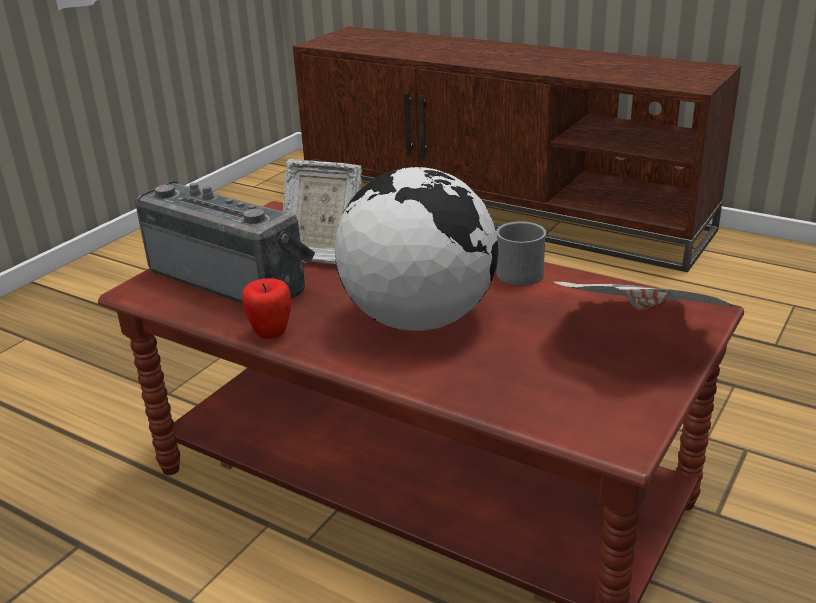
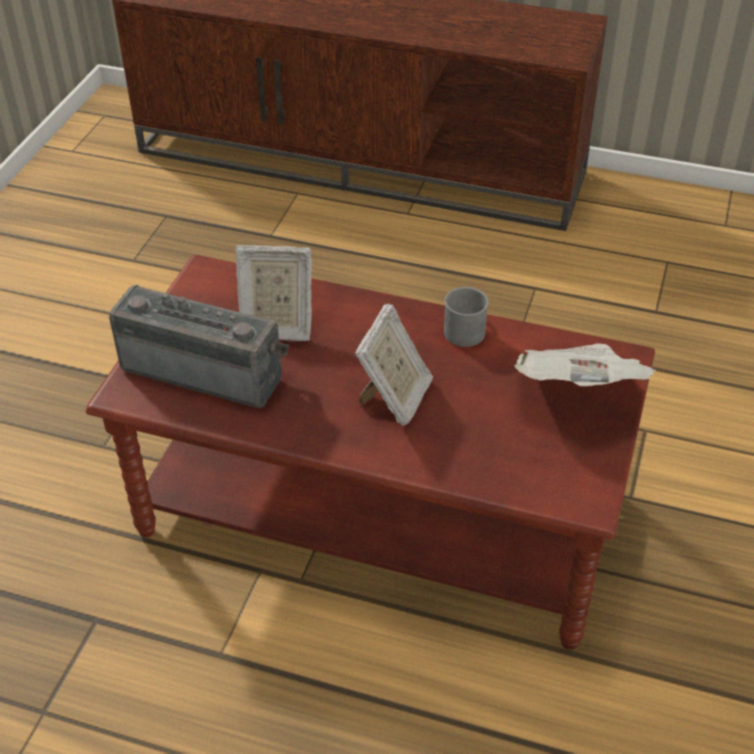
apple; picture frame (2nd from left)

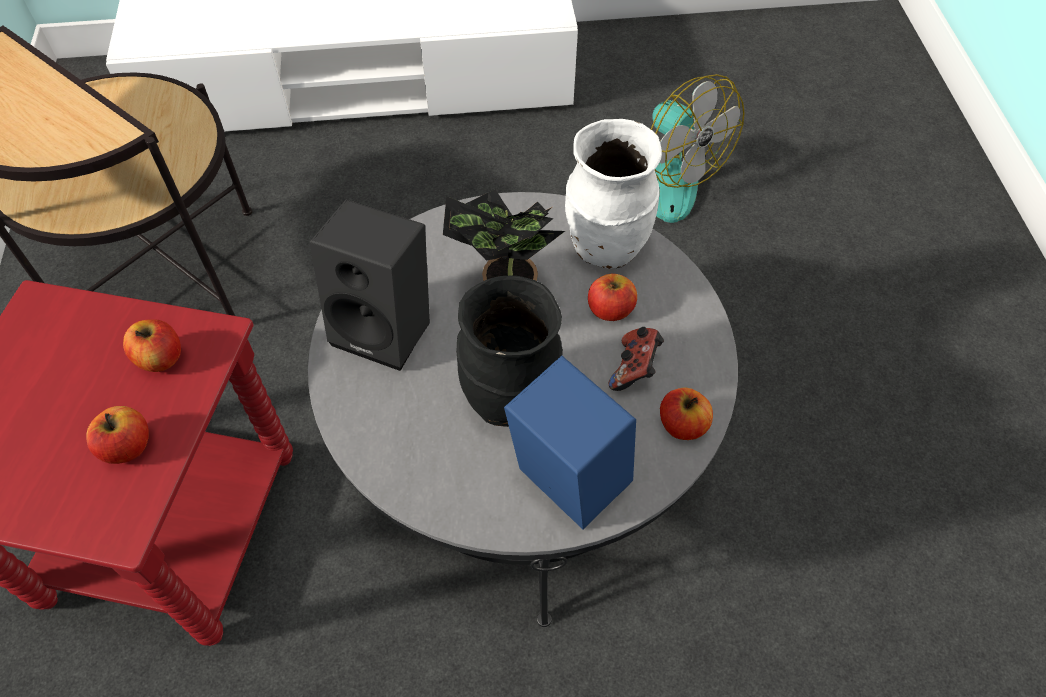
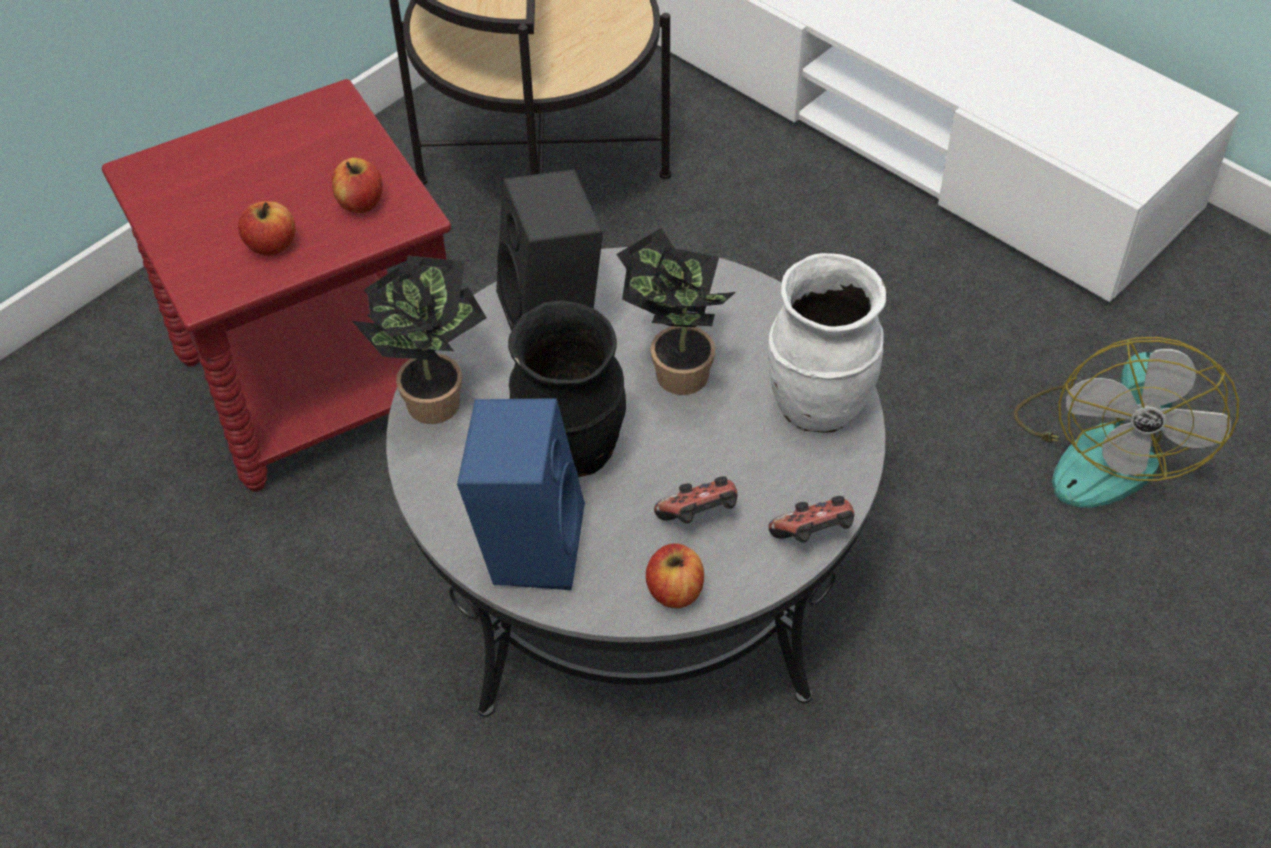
apple (3rd from left in the first image); potted plant (1st from left); game controller (2nd from left)

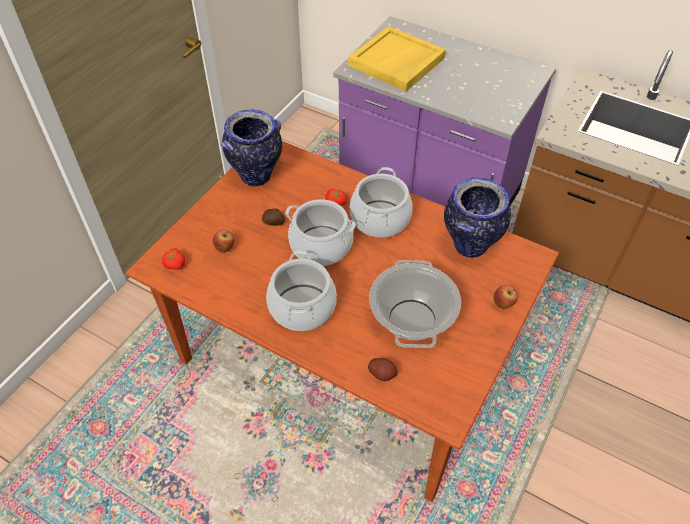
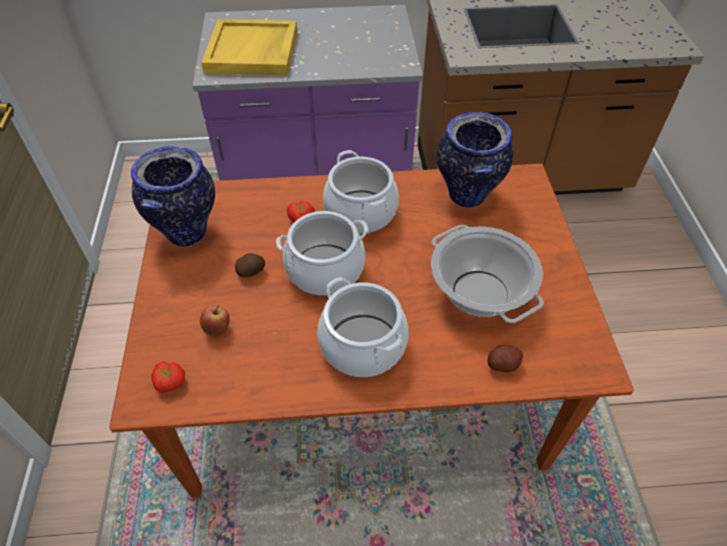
apple (2nd from left in the first image)

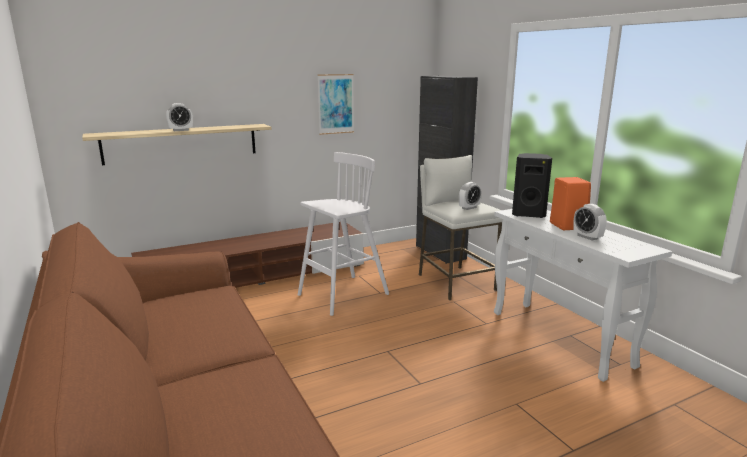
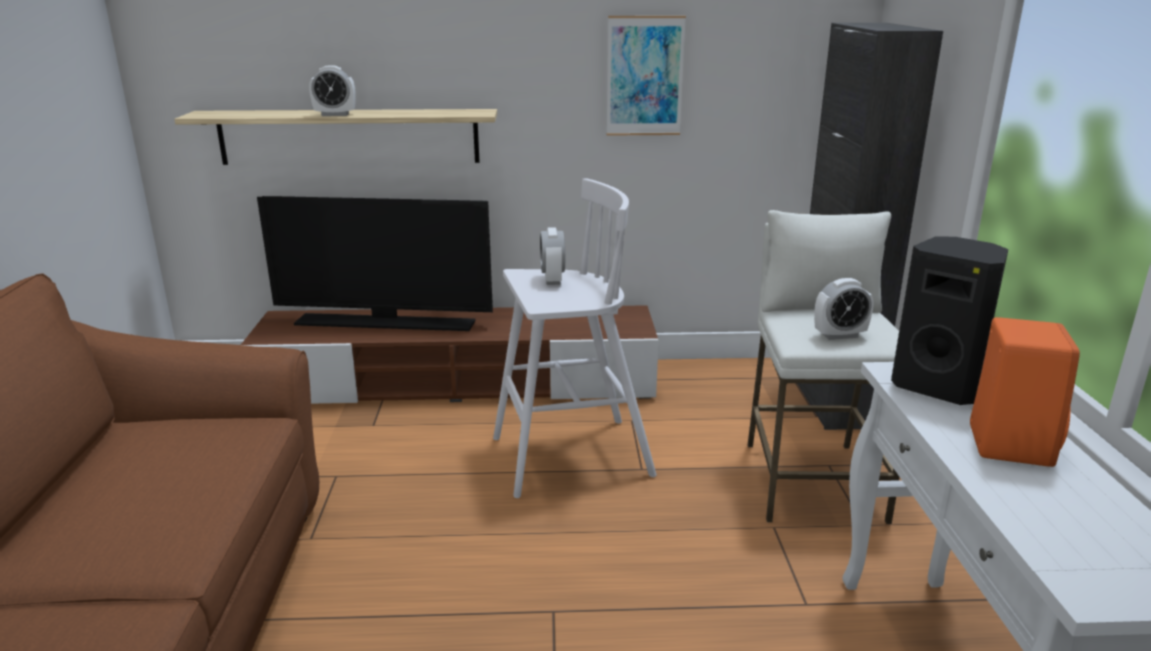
alarm clock (2nd from left); television

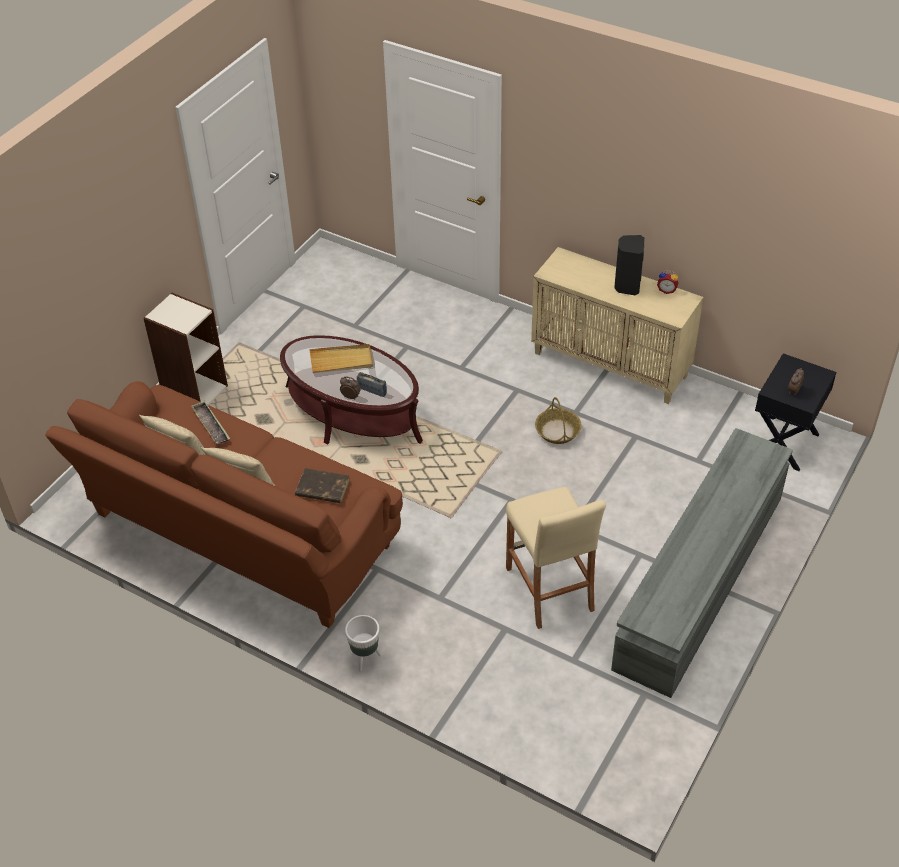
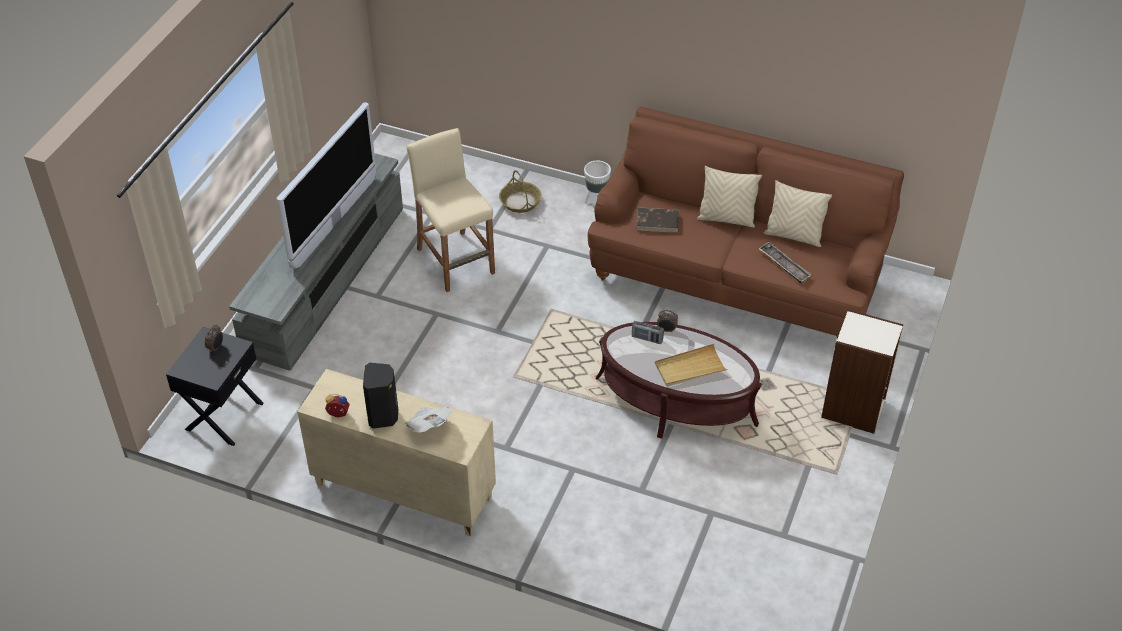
basket; television; newspaper

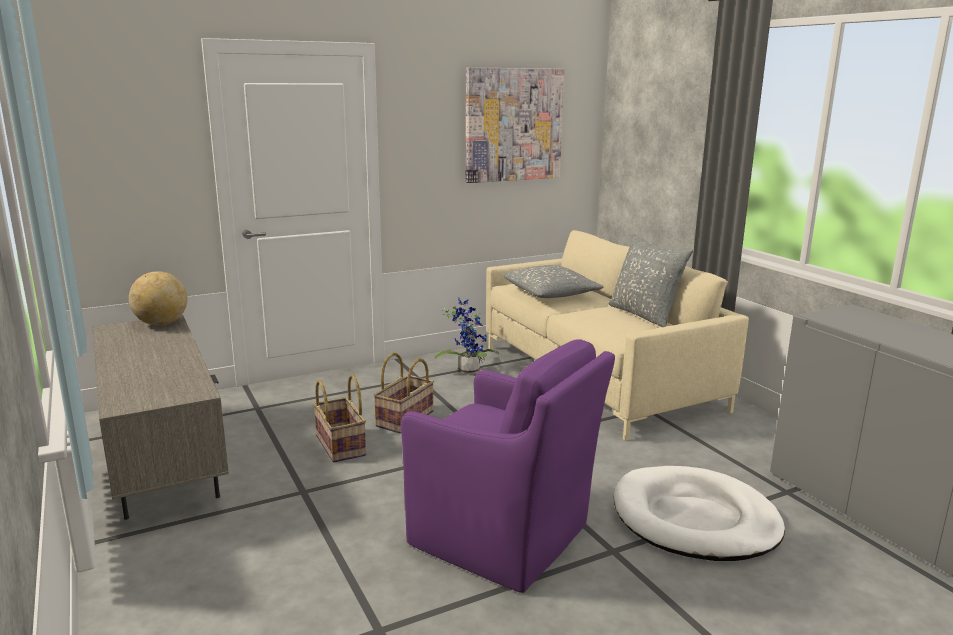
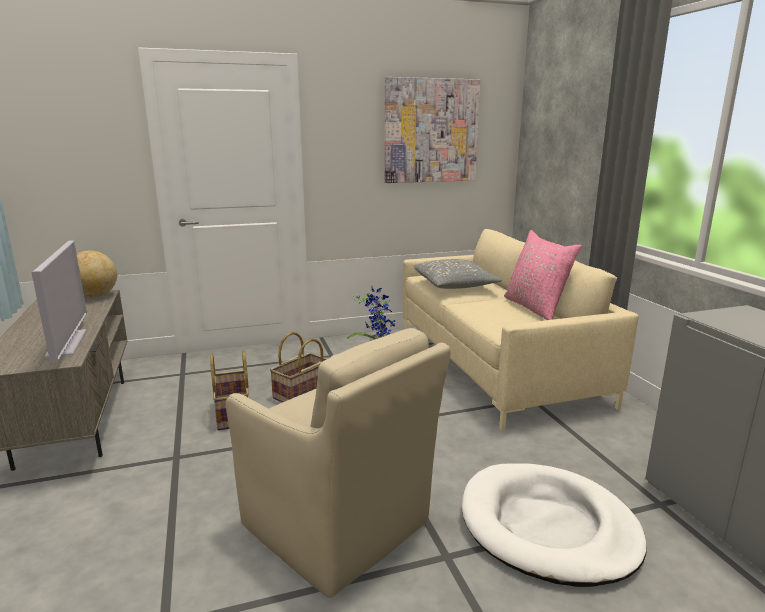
armchair in beige; pillow in pink; television

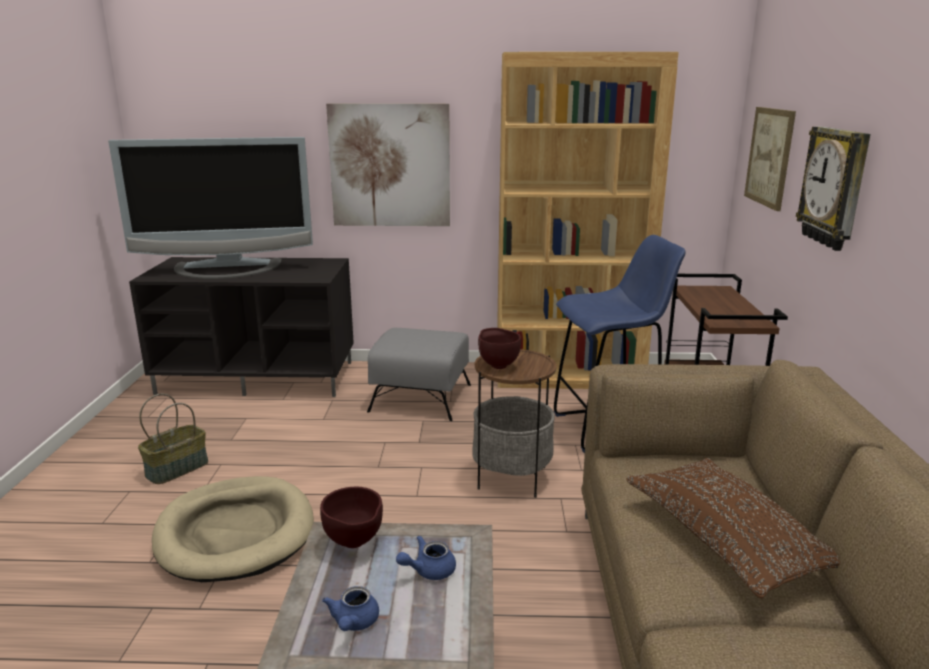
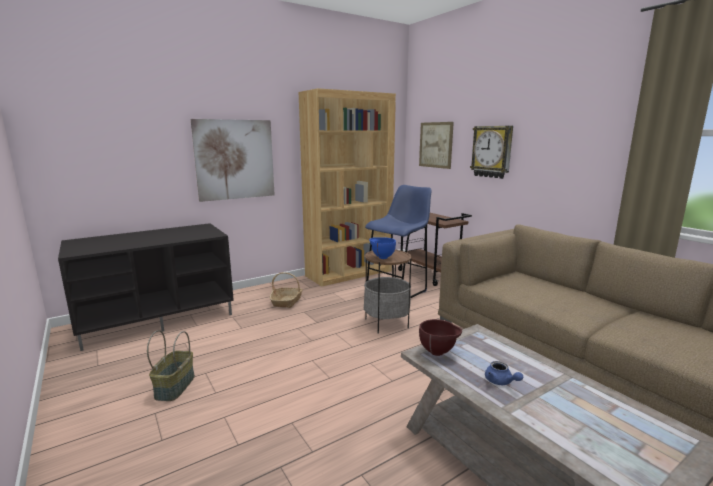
television; dog bed in beige; basket (2nd from left); teapot in blue (2nd from left in the first image); bowl in blue; pillow in brown

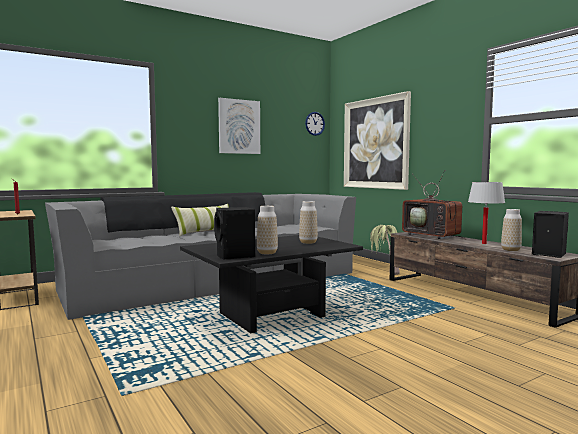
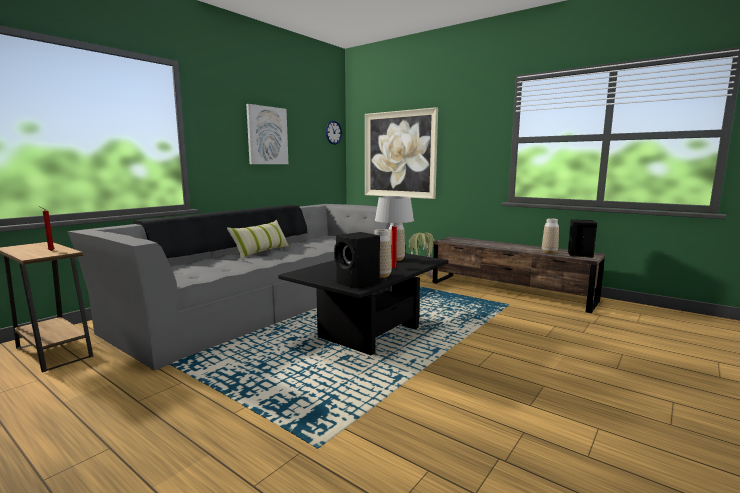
television; table lamp in white

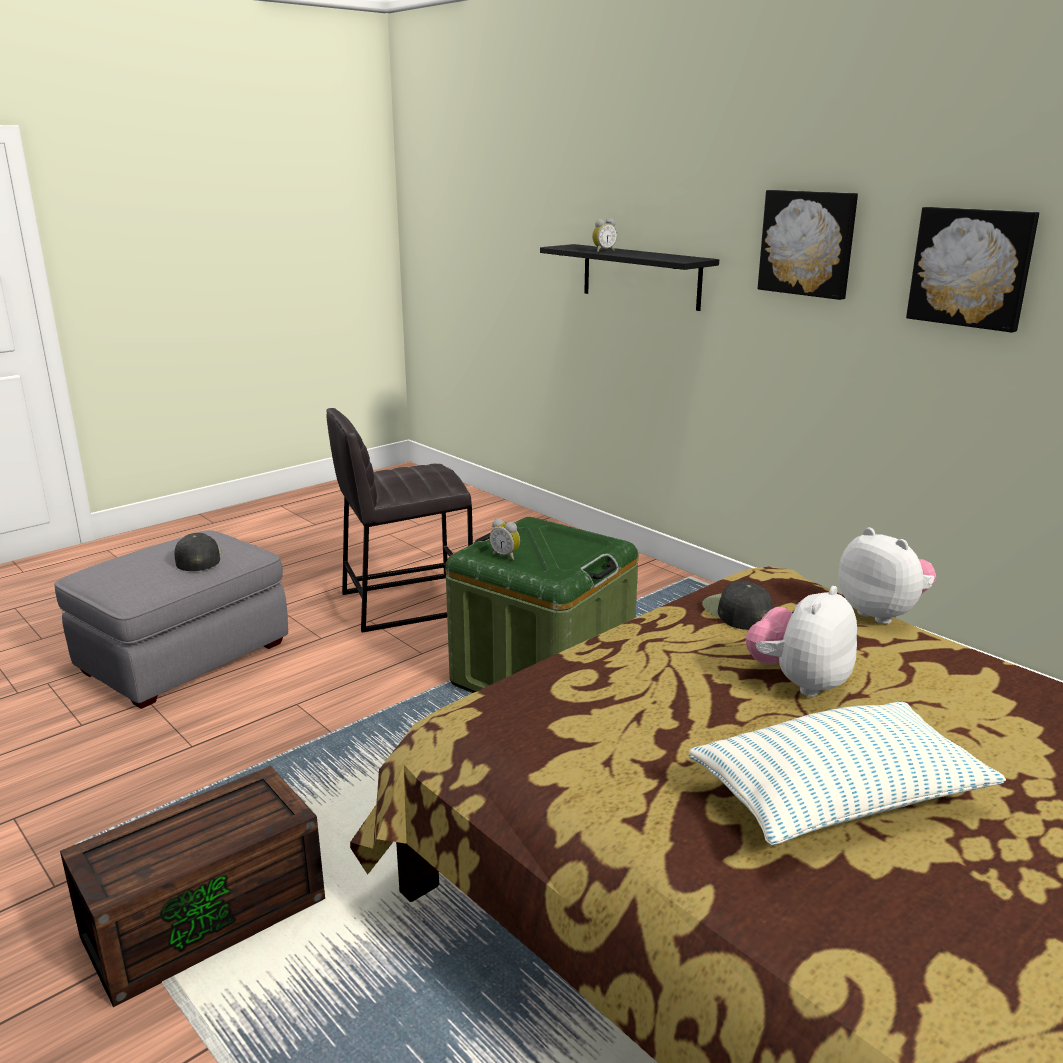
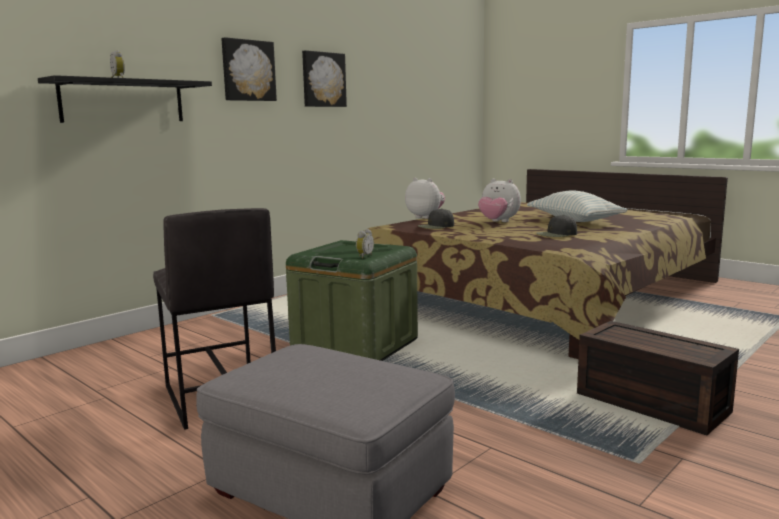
cap in black (2nd from left); plush toy (1st from left)

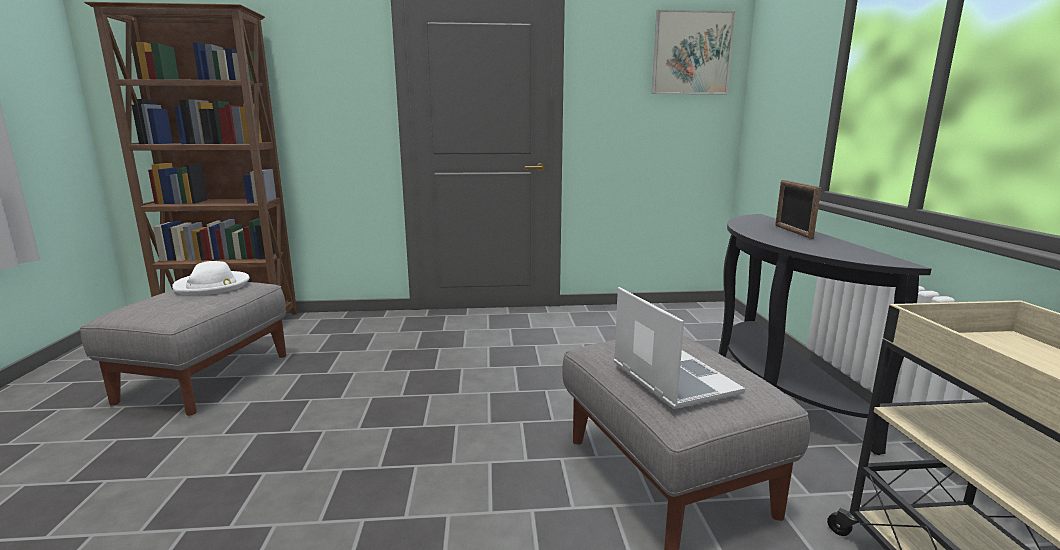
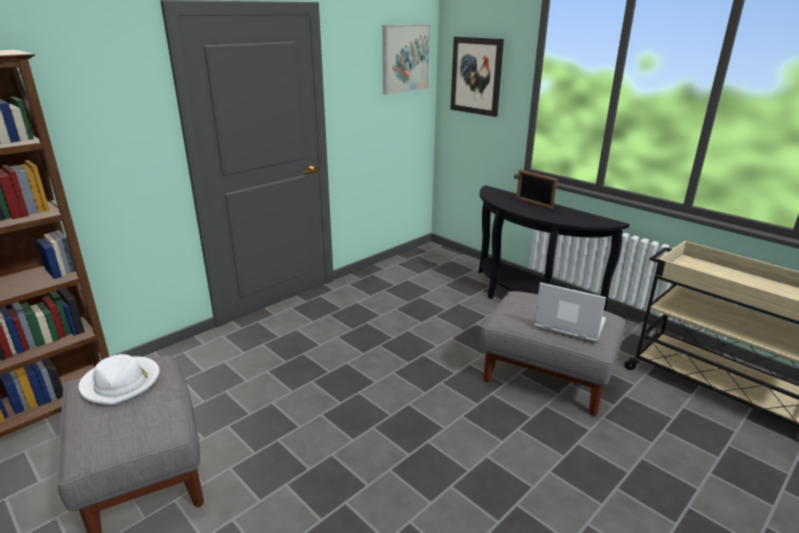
picture (2nd from left)

